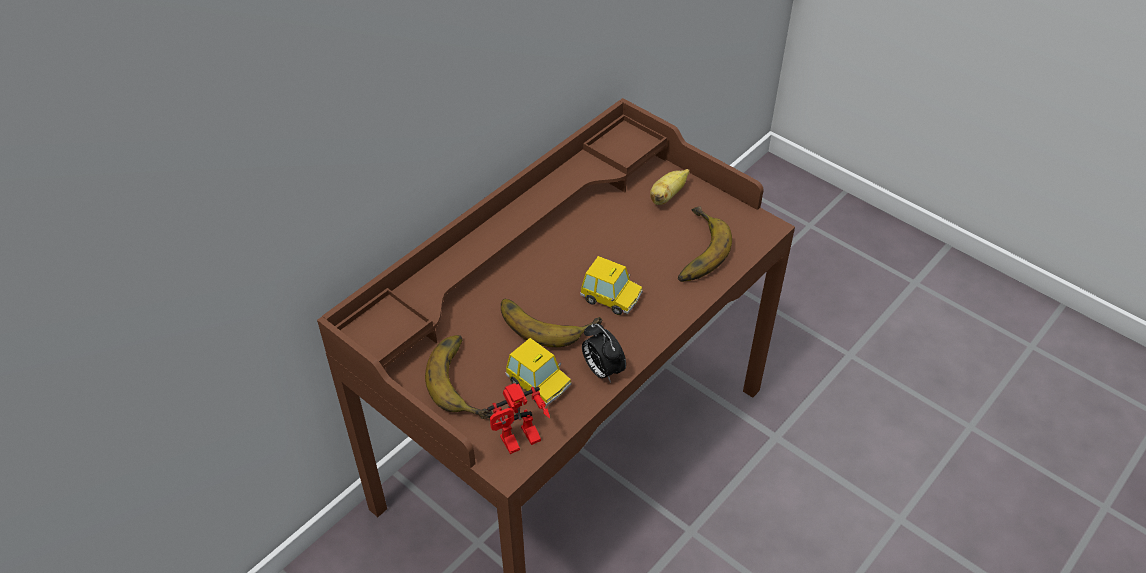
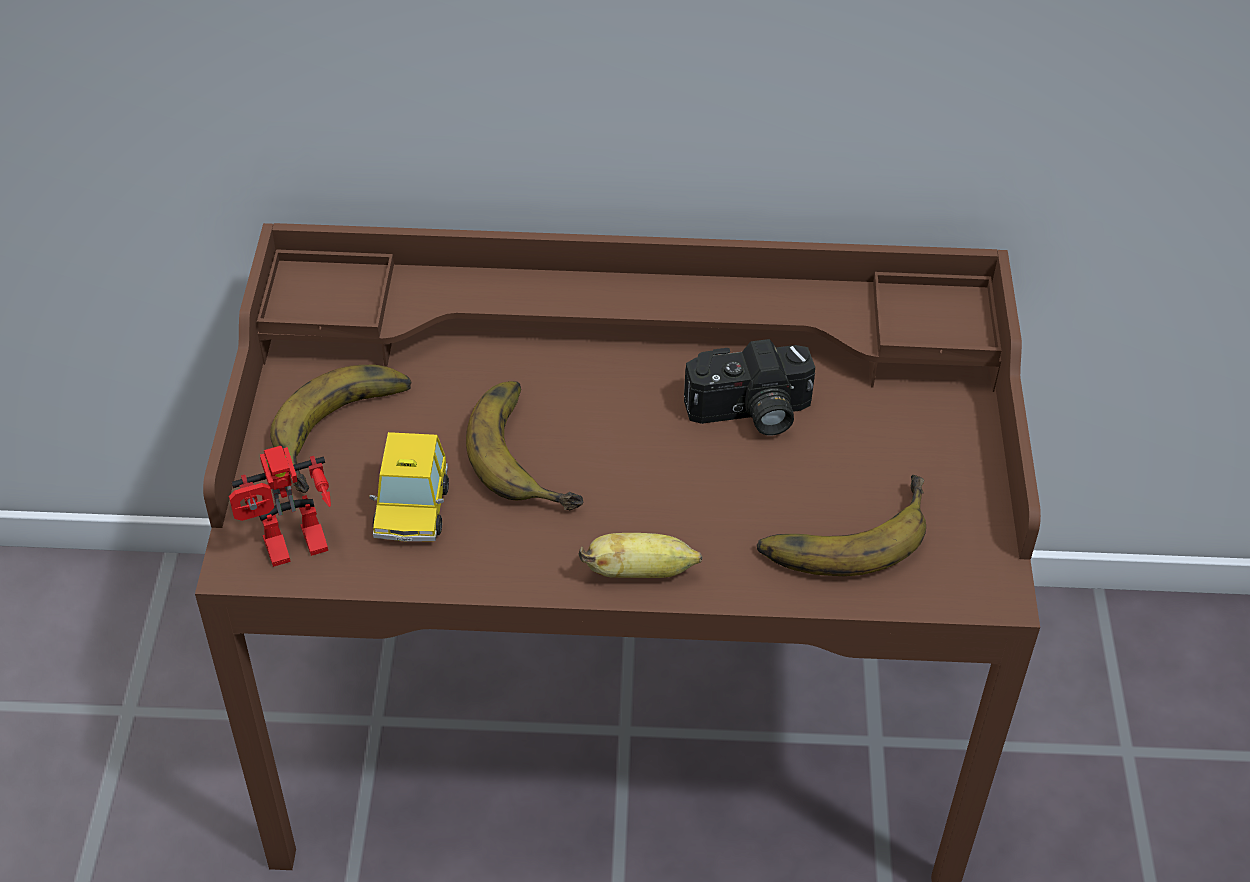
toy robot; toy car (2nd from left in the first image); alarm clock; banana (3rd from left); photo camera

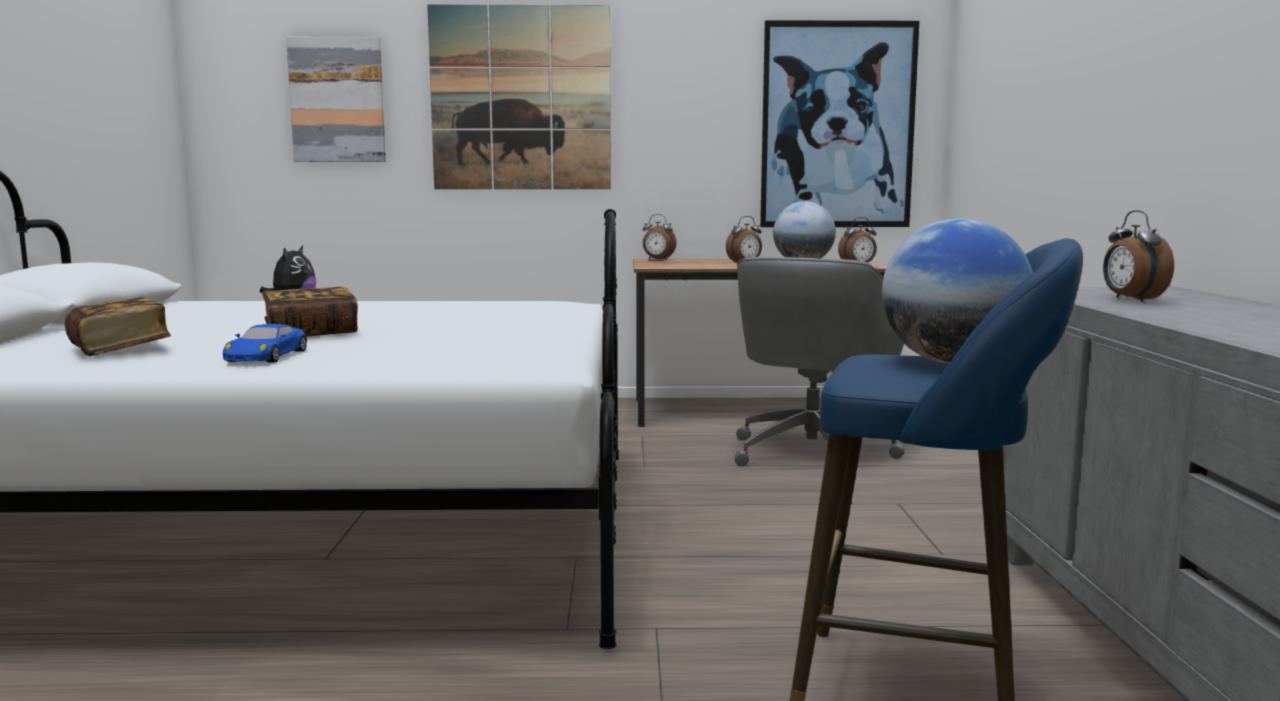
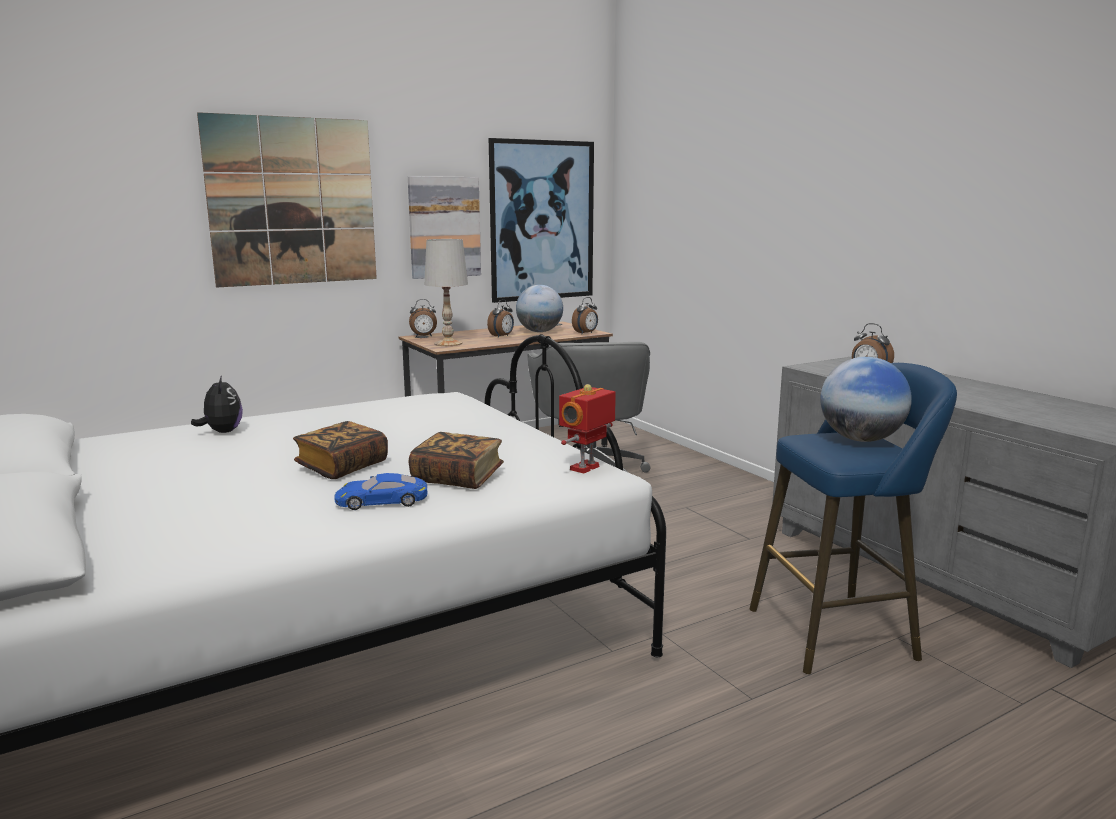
book (2nd from left); toy car in blue; picture (2nd from left); table lamp in white; toy robot

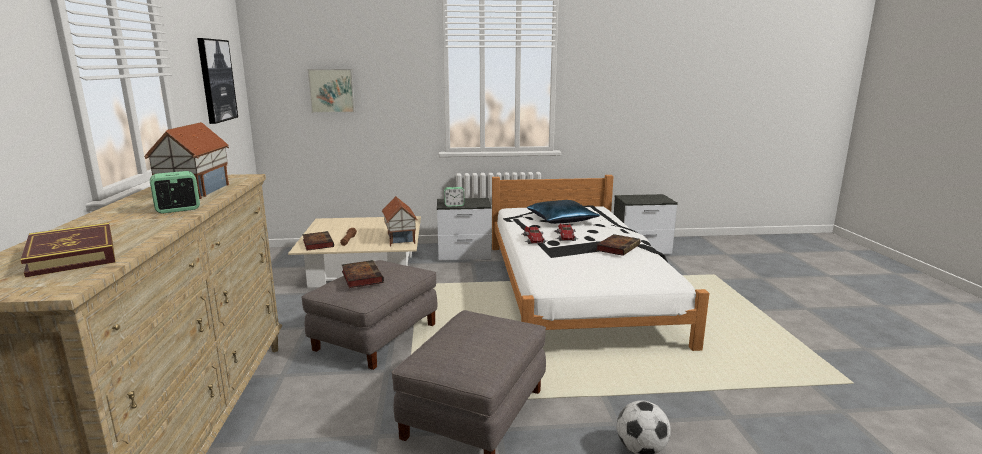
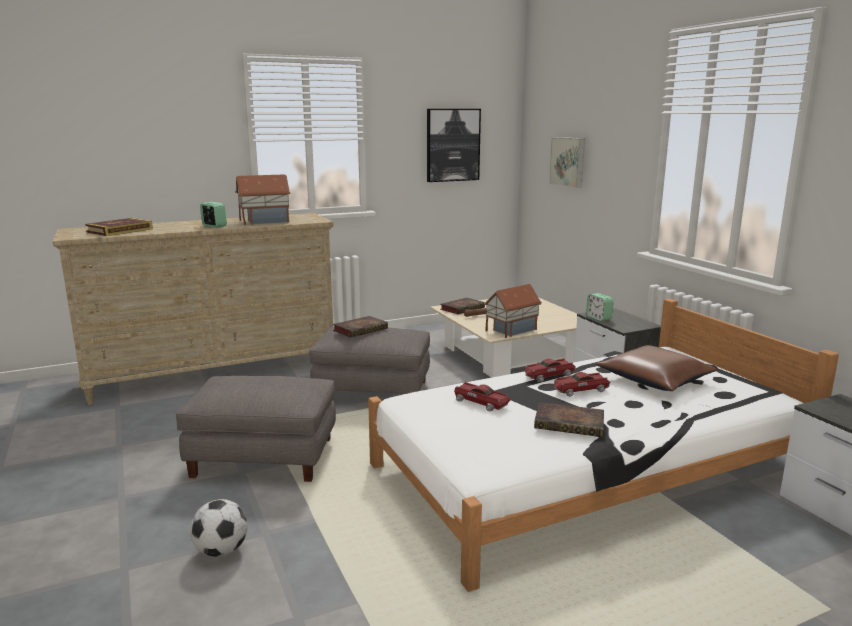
pillow in brown; toy car (1st from left)

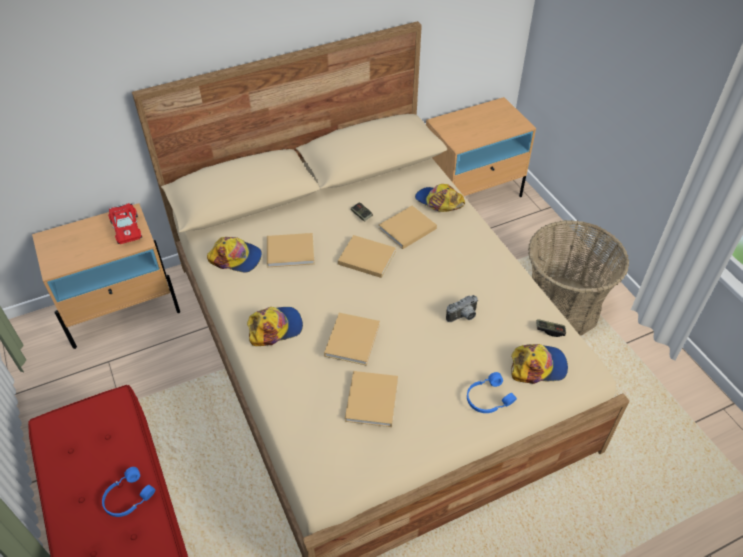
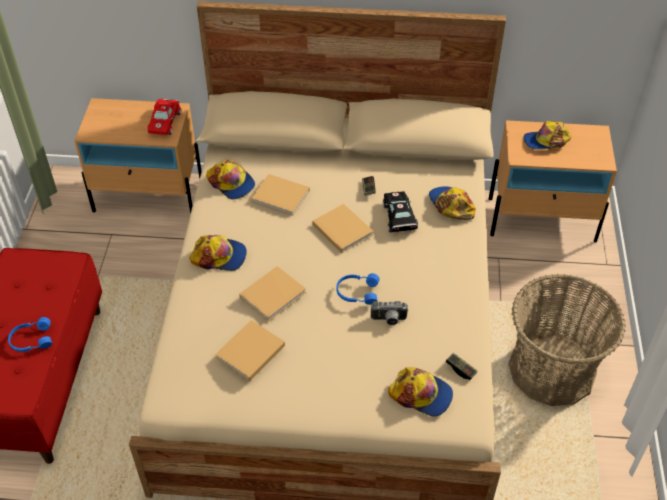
toy car in black; headphones in blue (2nd from left); cap (5th from left)

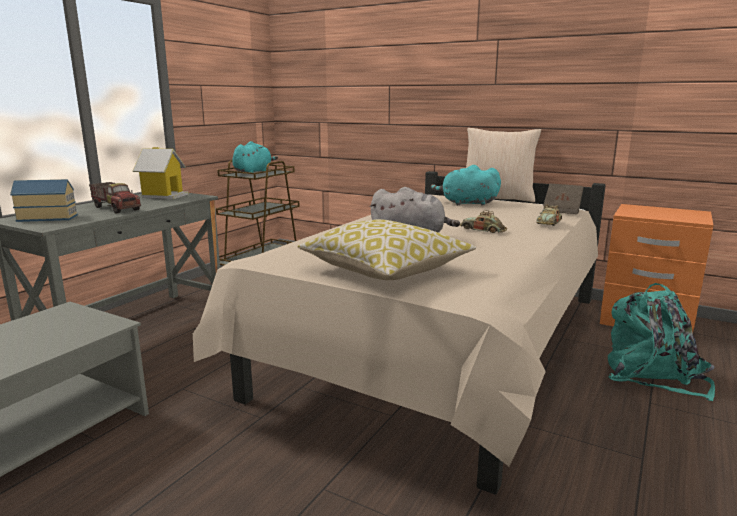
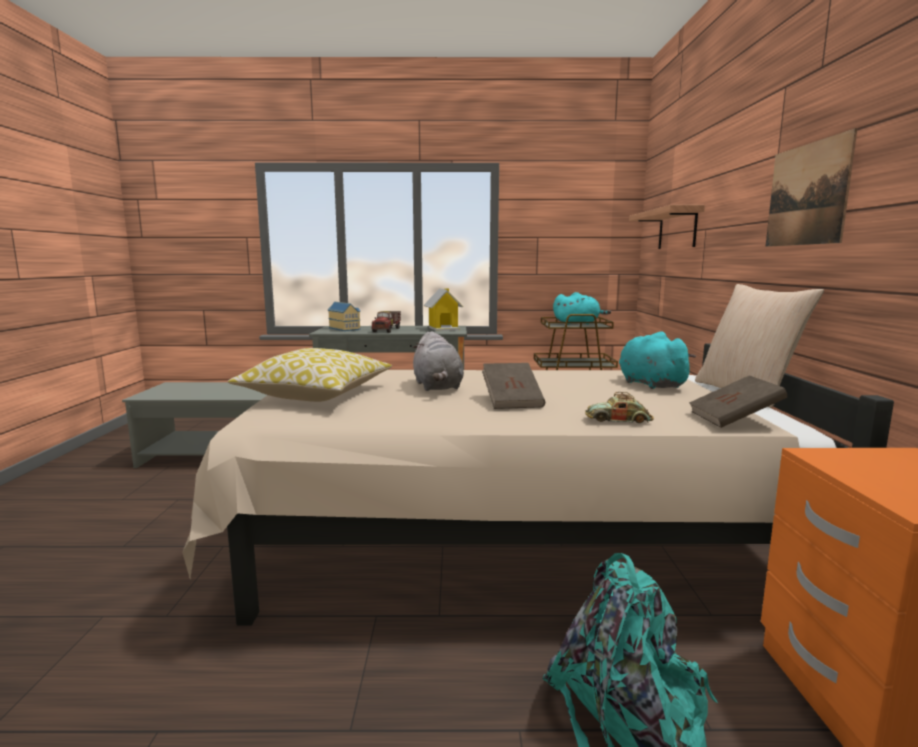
book in brown (1st from left); shelf; picture

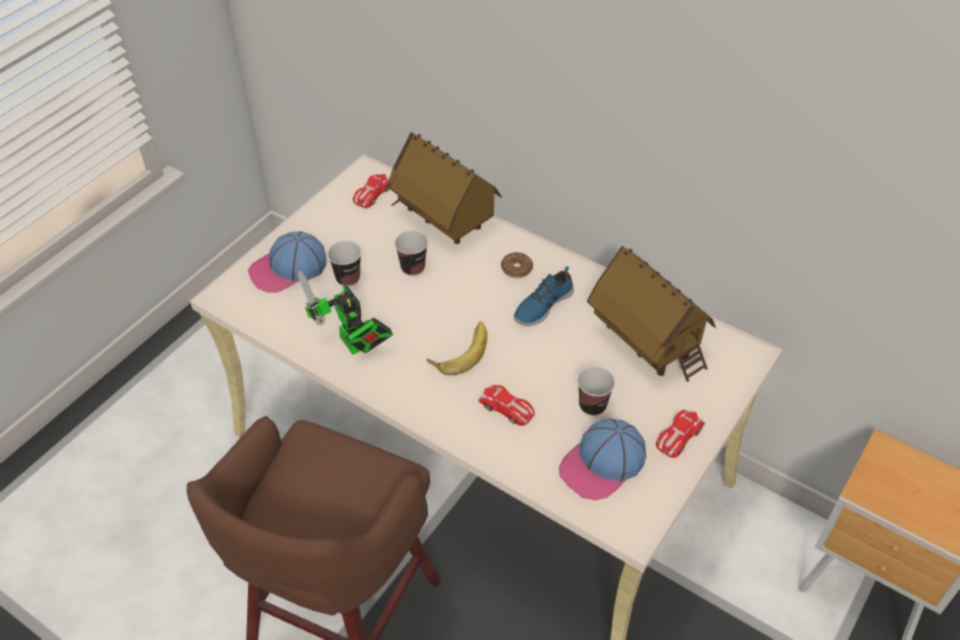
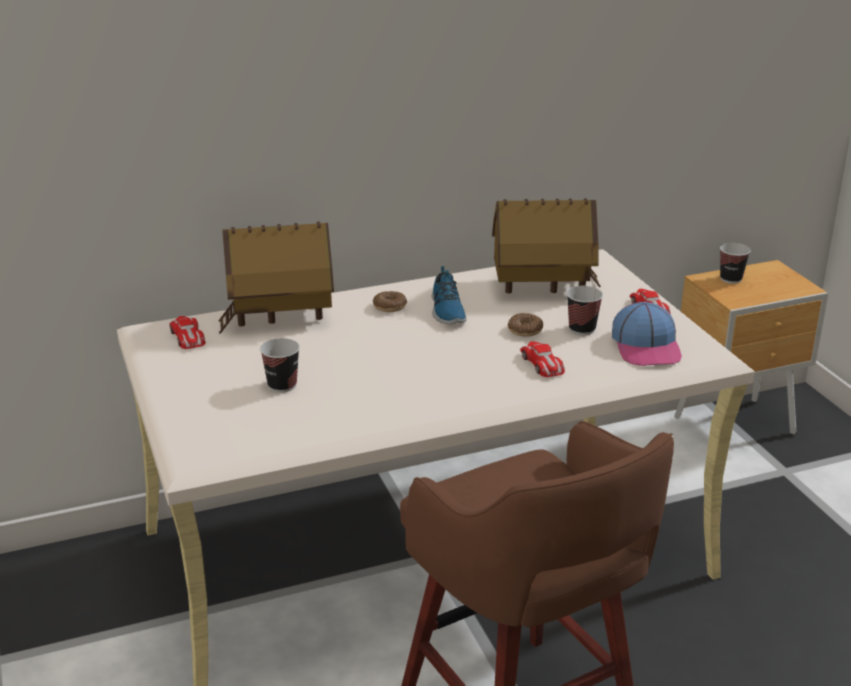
cap (1st from left in the first image); toy robot; cup (3rd from left); banana; toy car (2nd from left); donut (2nd from left)

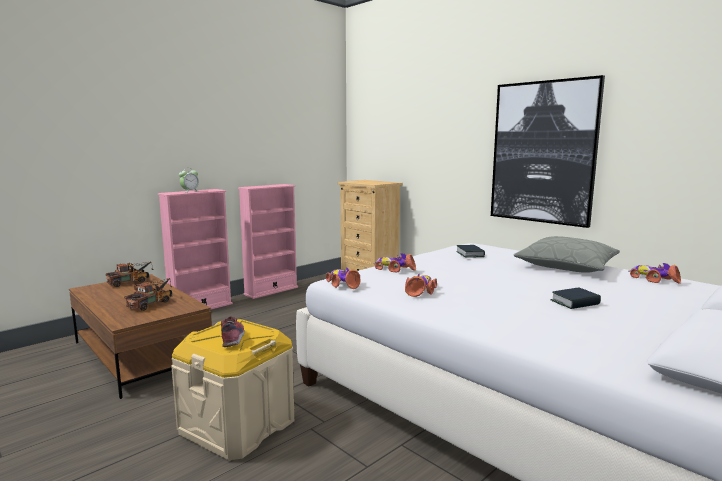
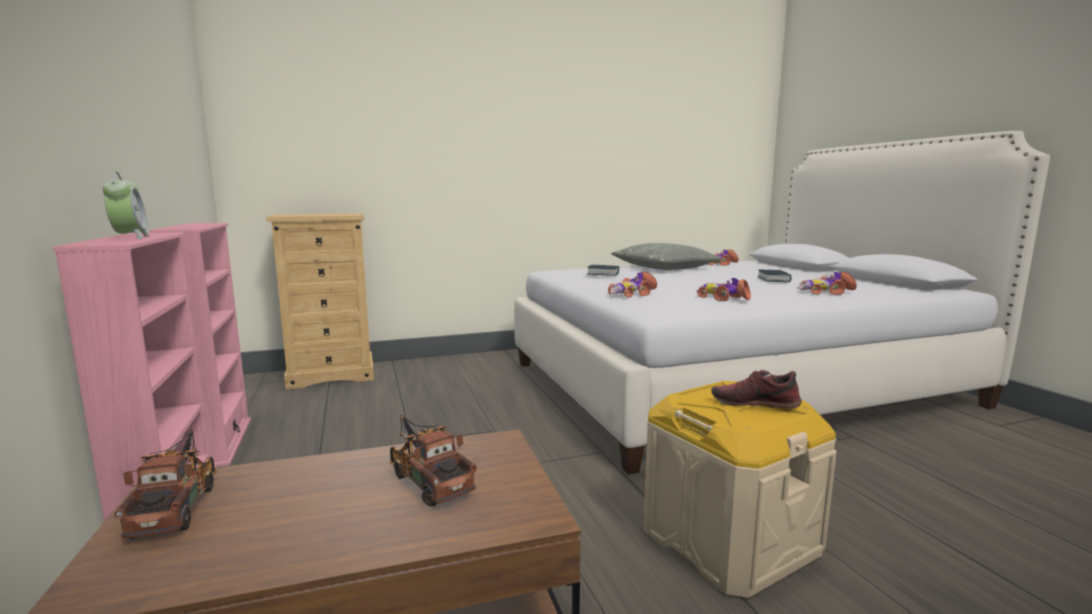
toy car (4th from left); picture

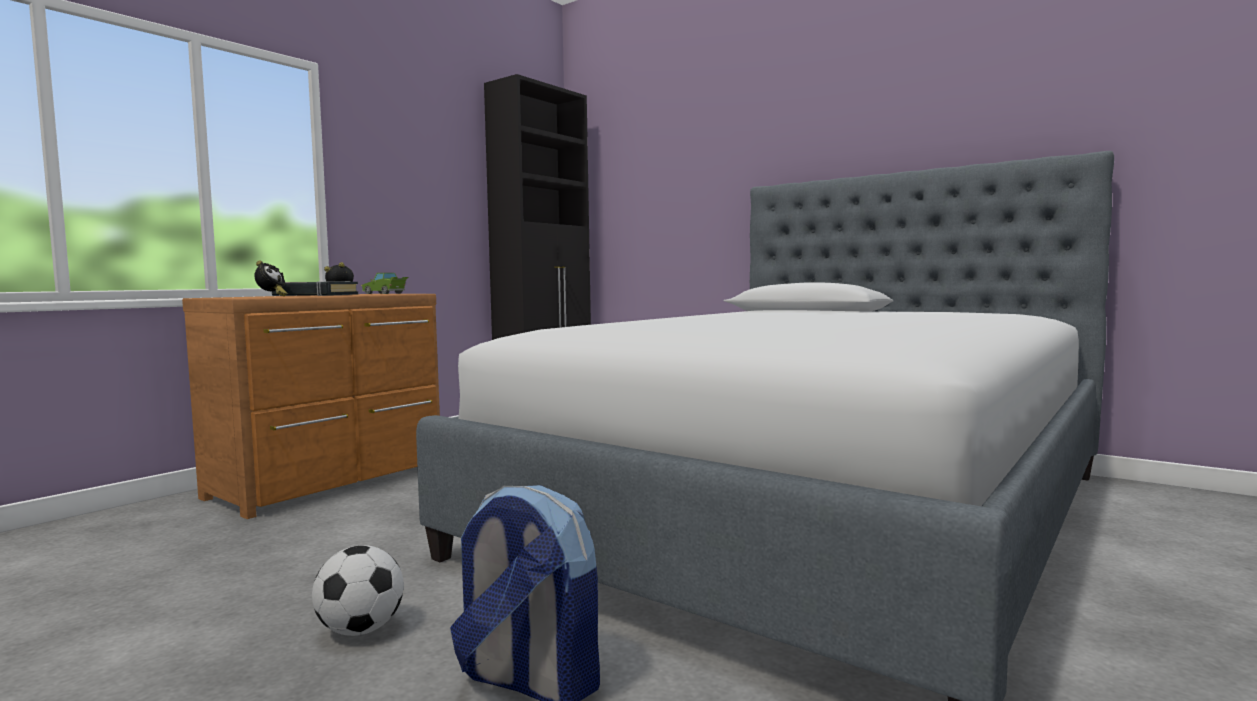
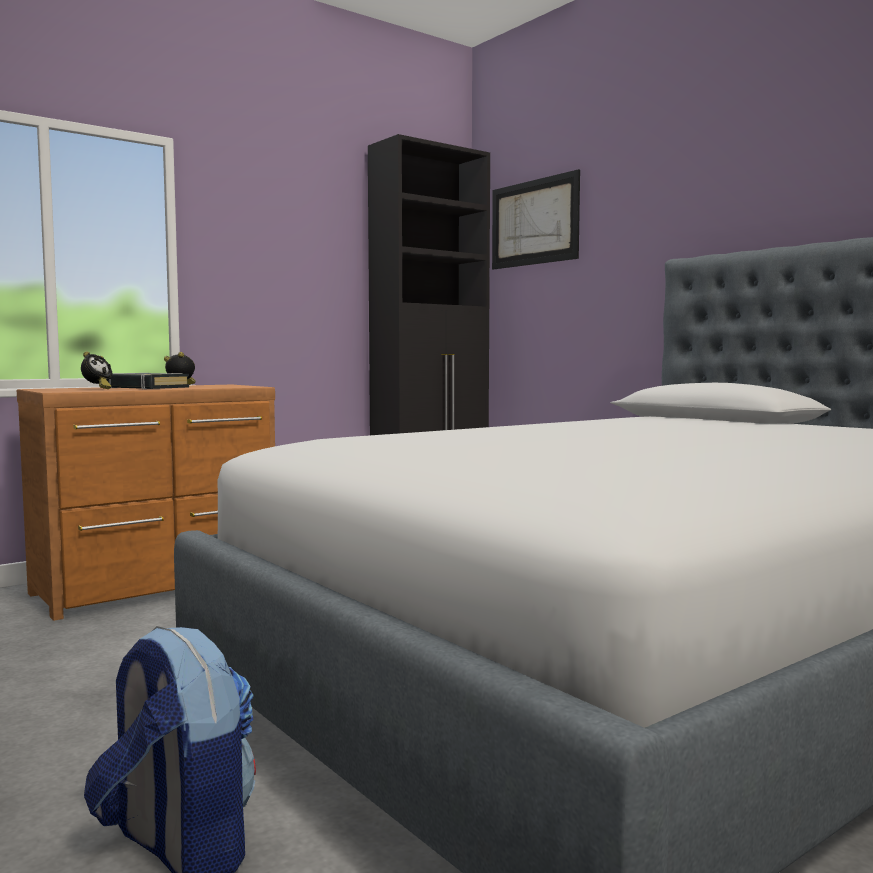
football; toy car in green; picture

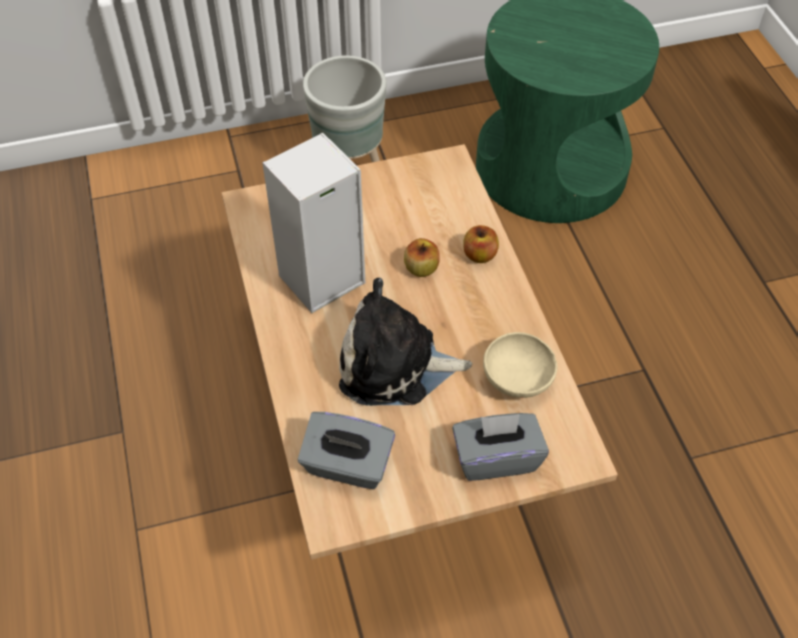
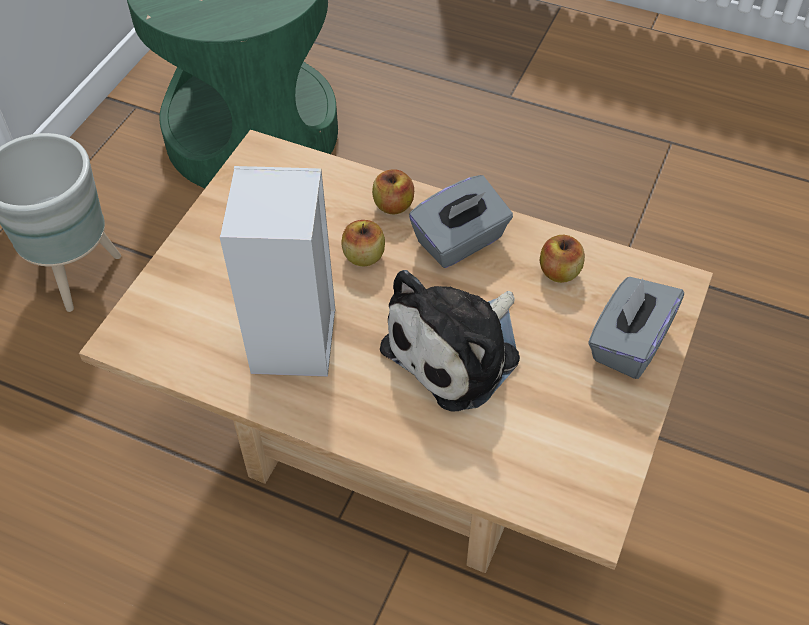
tissue box in grey (1st from left); apple (3rd from left)

